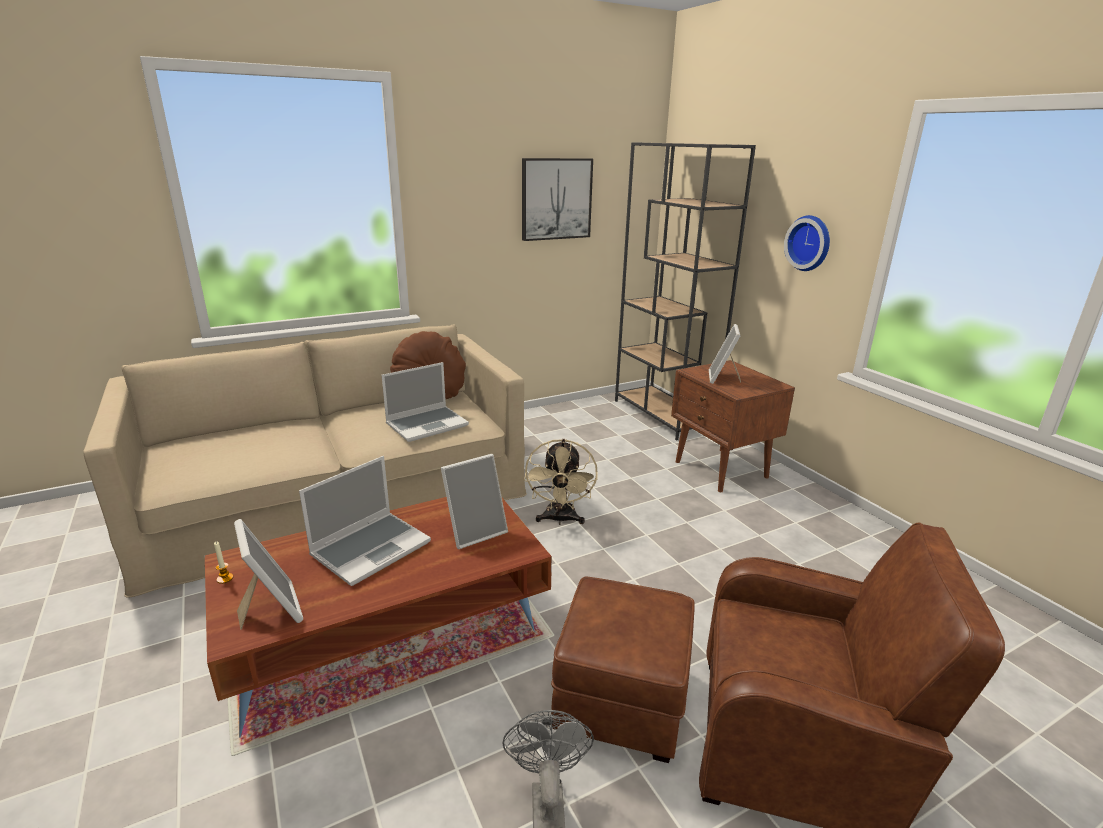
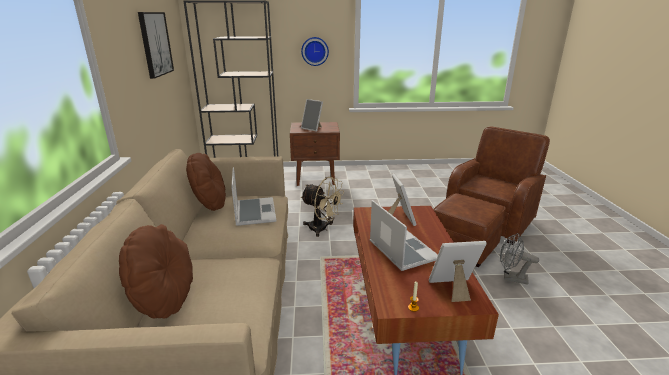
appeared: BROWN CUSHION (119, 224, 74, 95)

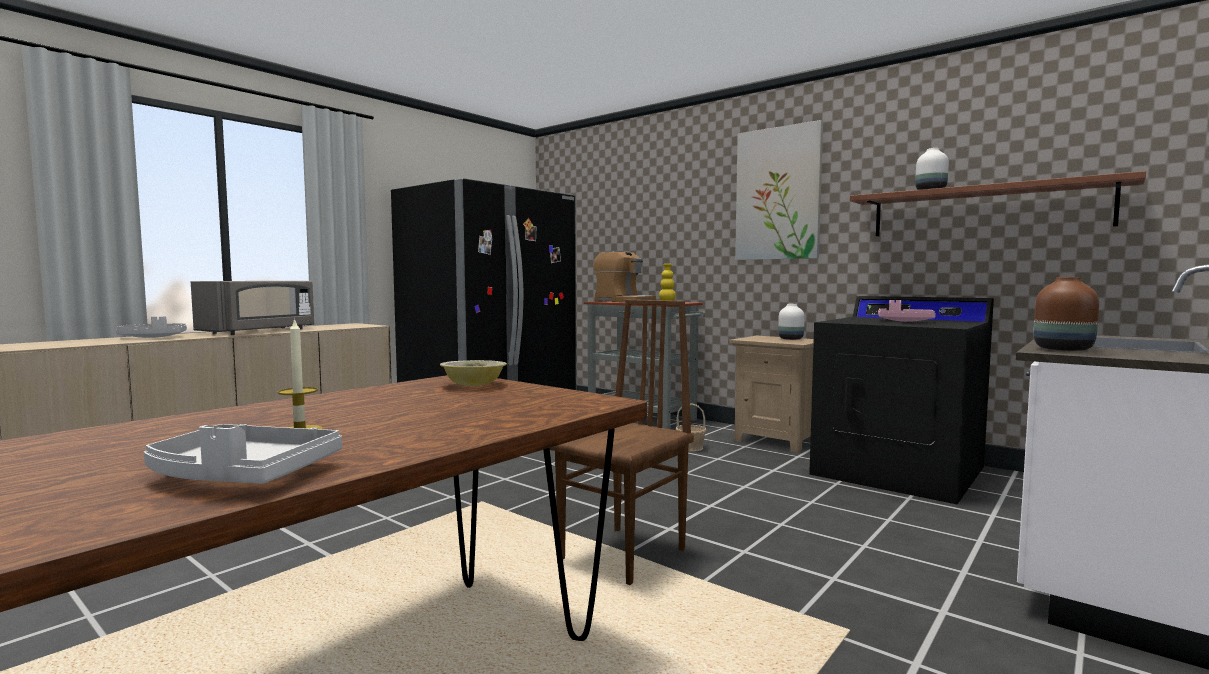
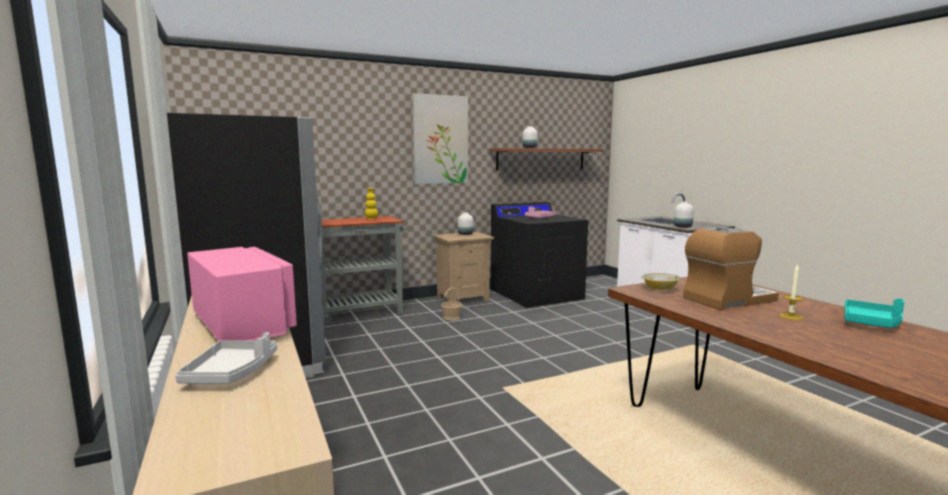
missing: BROWN CHAIR (550, 300, 144, 285)
relocated: COFFEE MAKER (593, 251, 63, 52) to (683, 227, 96, 83)
colour: GRAY CARRYING TRAY (144, 424, 198, 60) to TURQUOISE CARRYING TRAY (845, 299, 59, 29); GRAY MICROWAVE (191, 281, 123, 54) to PINK MICROWAVE (187, 247, 110, 94); BROWN FLOWER VASE (1034, 277, 65, 74) to WHITISH FLOWER VASE (674, 201, 20, 27)

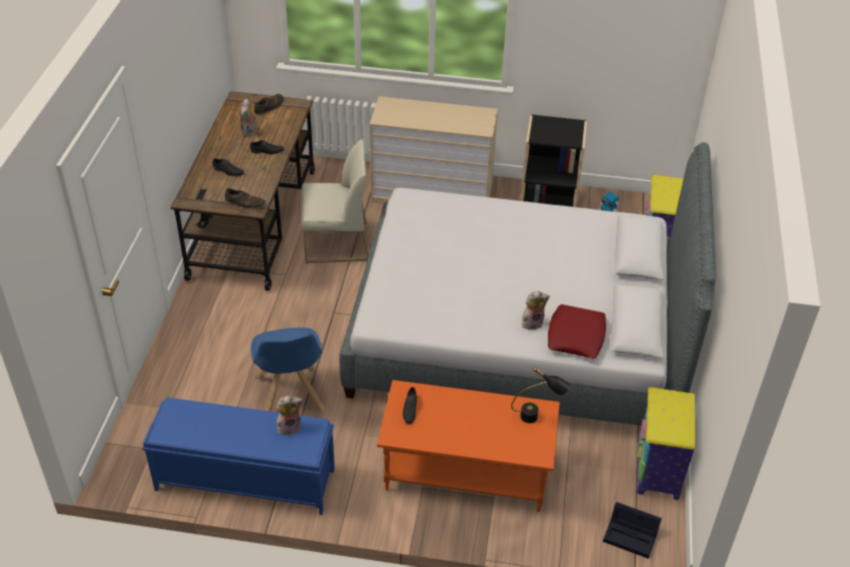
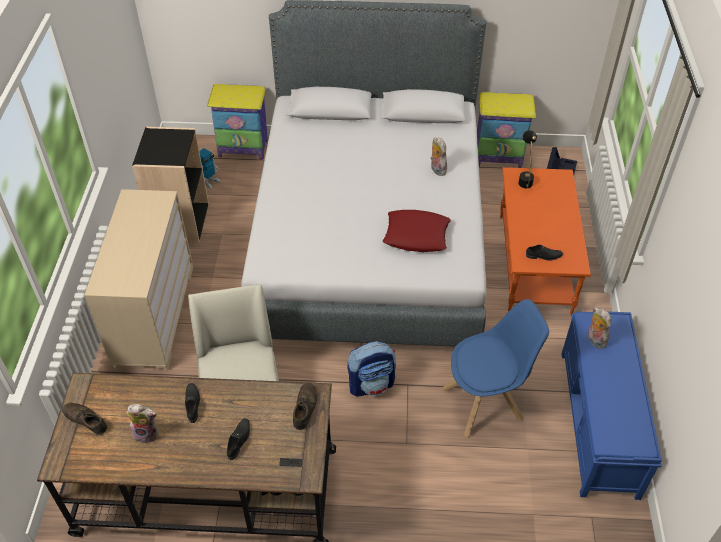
appeared: BACKPACK (347, 341, 49, 55)
relocated: RED CUSHION (548, 304, 58, 55) to (383, 210, 68, 42)

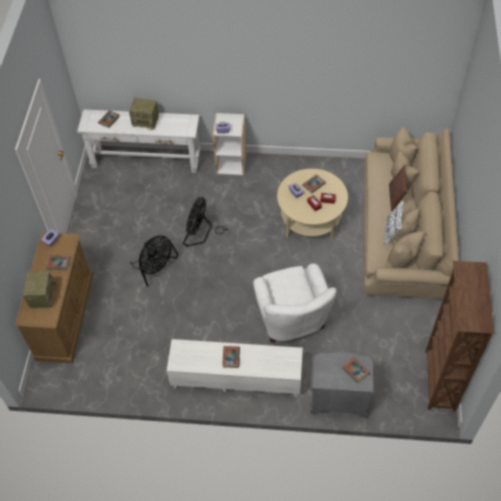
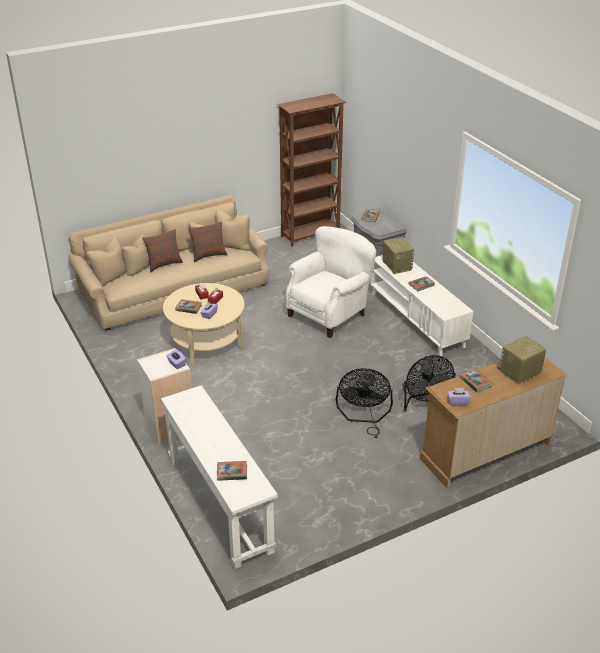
relocated: RADIO (129, 98, 30, 32) to (382, 237, 32, 37); BLACKISH ELECTRIC FAN (183, 197, 45, 50) to (402, 355, 54, 57)
colour: WHITISH CUSHION (384, 201, 20, 45) to BROWN CUSHION (188, 221, 39, 41)

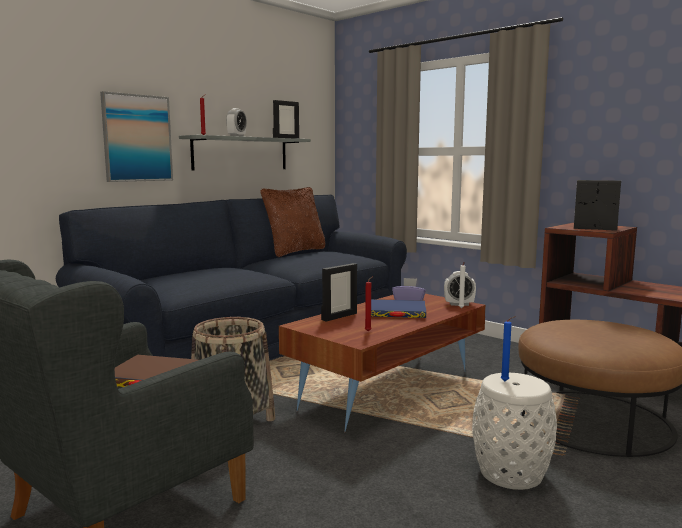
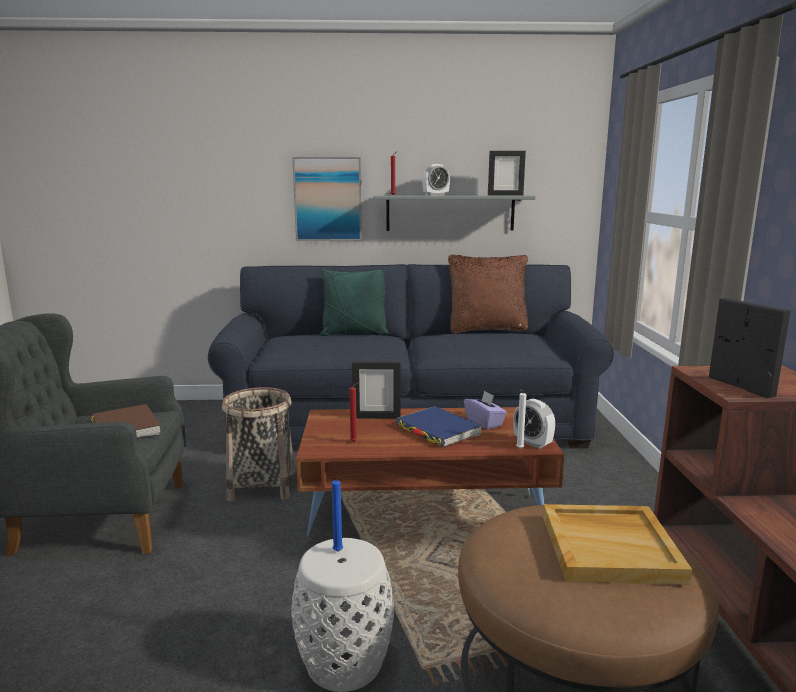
appeared: GREENISH CUSHION (320, 269, 68, 67); SAND-COLOURED CARRYING TRAY (543, 504, 149, 81)

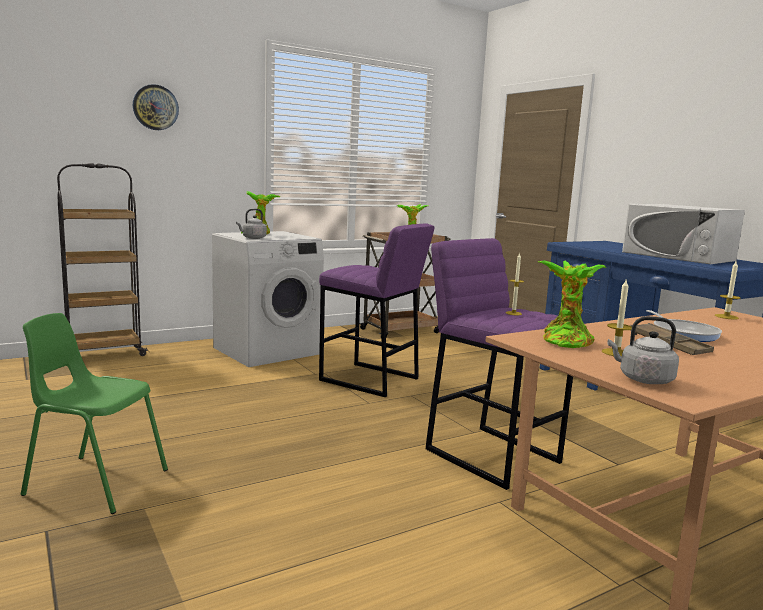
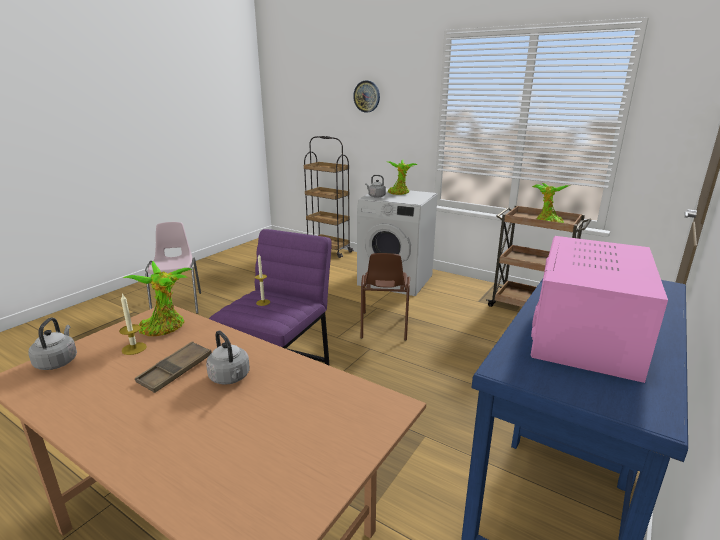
missing: CANDLE (715, 261, 25, 59)
exchanged: PURPLISH STOOL (319, 223, 116, 174) to BROWN CHAIR (361, 253, 49, 88); PAN (646, 310, 76, 32) to GRAY WATER KETTLE (206, 330, 44, 55)
colour: GREENISH CHAIR (21, 313, 147, 201) to PINK CHAIR (145, 222, 56, 92); WHITISH MICROWAVE (622, 204, 123, 60) to PINK MICROWAVE (531, 236, 137, 147)

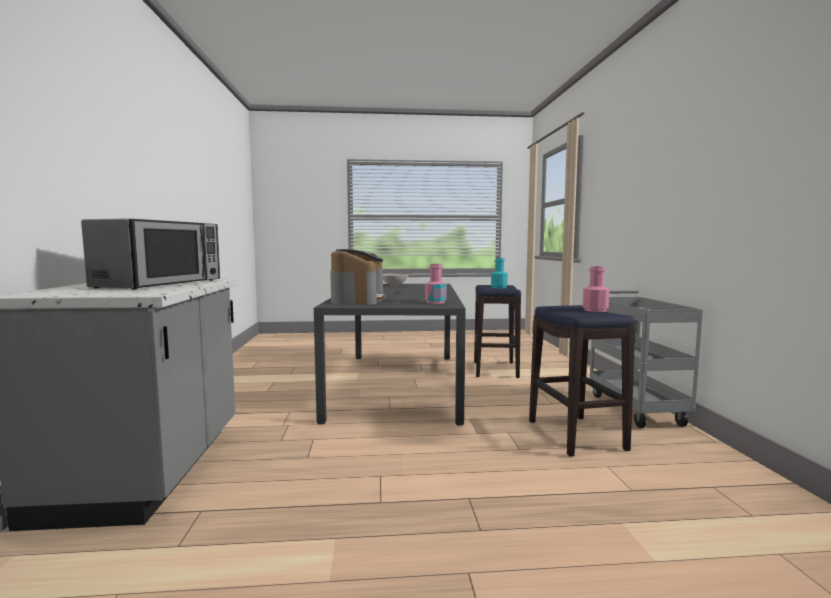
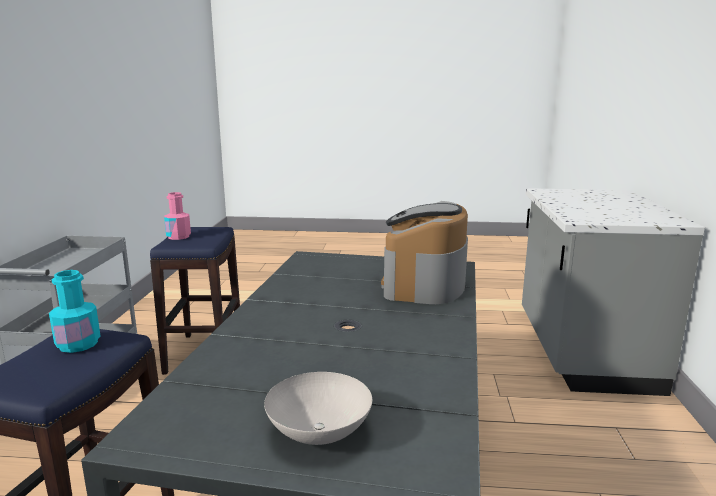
missing: MICROWAVE (81, 218, 139, 72); PINK BOTTLE (425, 264, 21, 40)

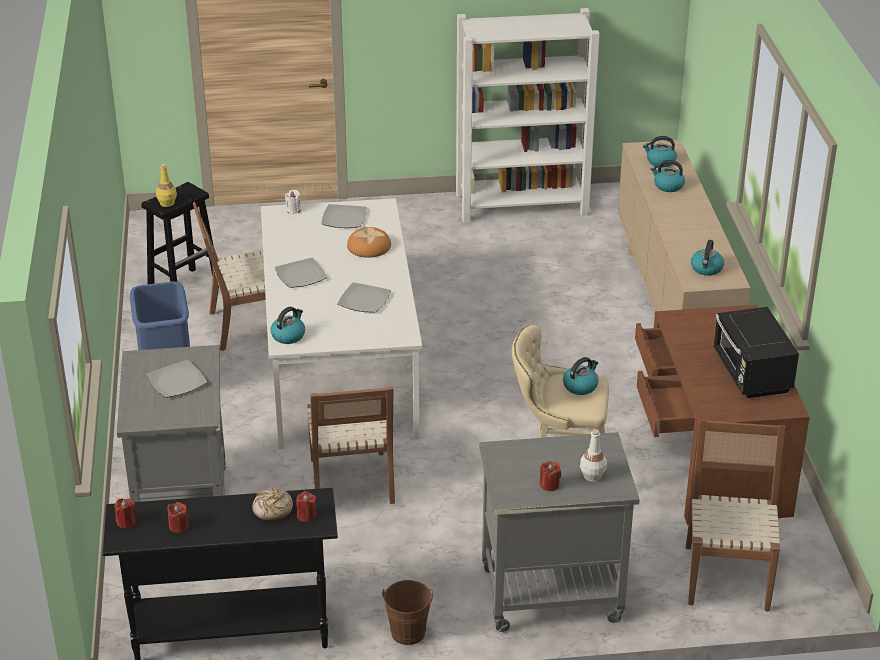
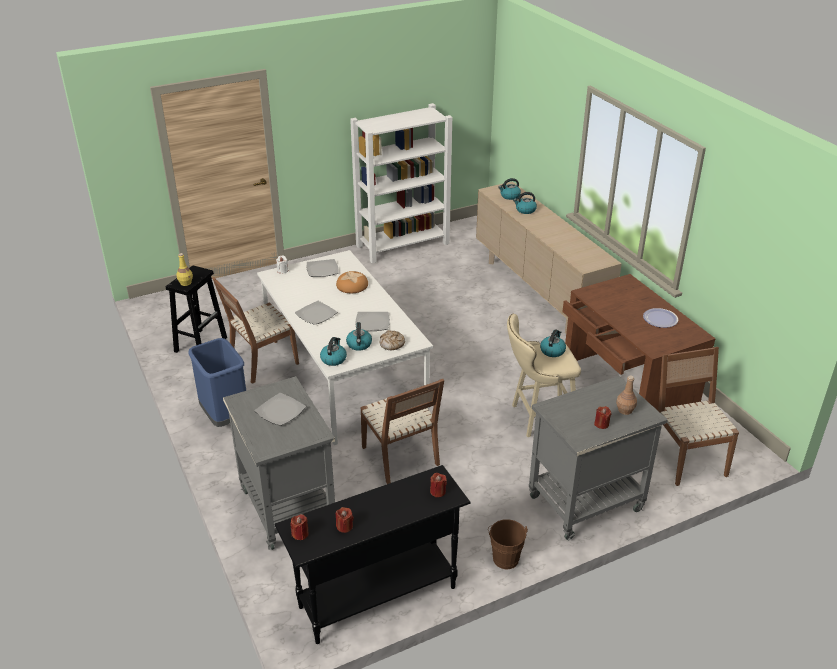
relocated: BREAD (252, 487, 41, 33) to (380, 330, 25, 20); WATER KETTLE (691, 240, 33, 36) to (346, 322, 26, 29)
exchanged: BLACKISH MICROWAVE (713, 307, 86, 91) to FLAT DISH (643, 308, 35, 20)
colour: WHITISH BOTTLE (580, 429, 27, 53) to BROWN BOTTLE (616, 375, 21, 40)

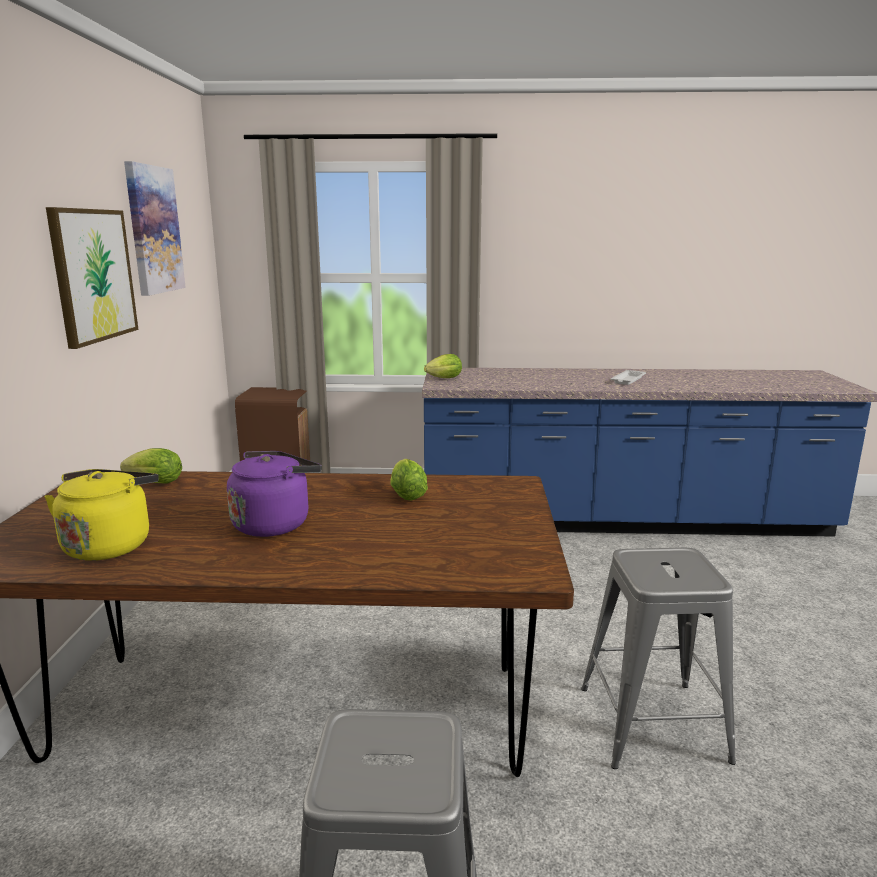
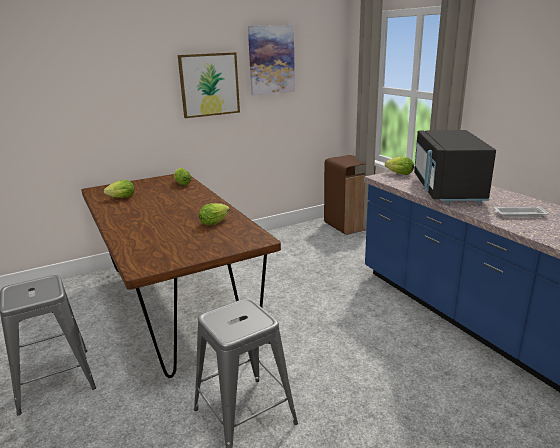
missing: PURPLISH WATER KETTLE (227, 451, 95, 86)
appeared: BLACKISH MICROWAVE (414, 130, 82, 74)
exchanged: YELLOW WATER KETTLE (44, 469, 115, 92) to LETTUCE (103, 180, 31, 18)

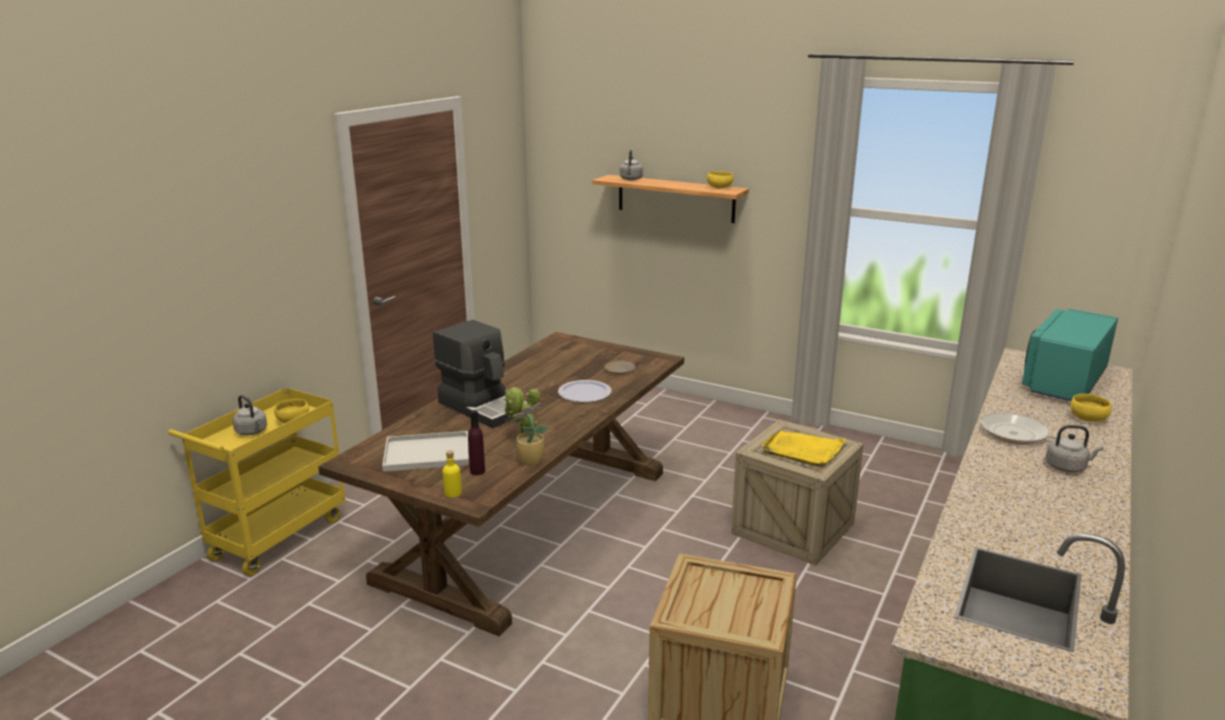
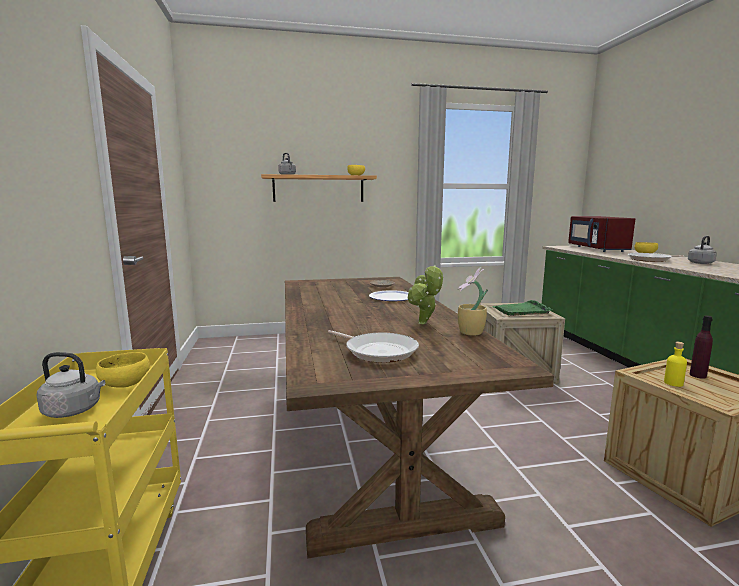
missing: COFFEE MAKER (433, 320, 94, 108)
relocated: YELLOW BOTTLE (442, 450, 20, 48) to (664, 342, 23, 45); PURPLISH BOTTLE (468, 410, 17, 65) to (690, 316, 23, 63)
exchanged: WHITISH CARRYING TRAY (382, 431, 87, 41) to PAN (328, 330, 91, 33)
colour: YELLOW CARRYING TRAY (761, 431, 85, 36) to GREENISH CARRYING TRAY (493, 300, 59, 16); TURQUOISE MICROWAVE (1022, 309, 96, 92) to RED MICROWAVE (568, 216, 67, 36)

